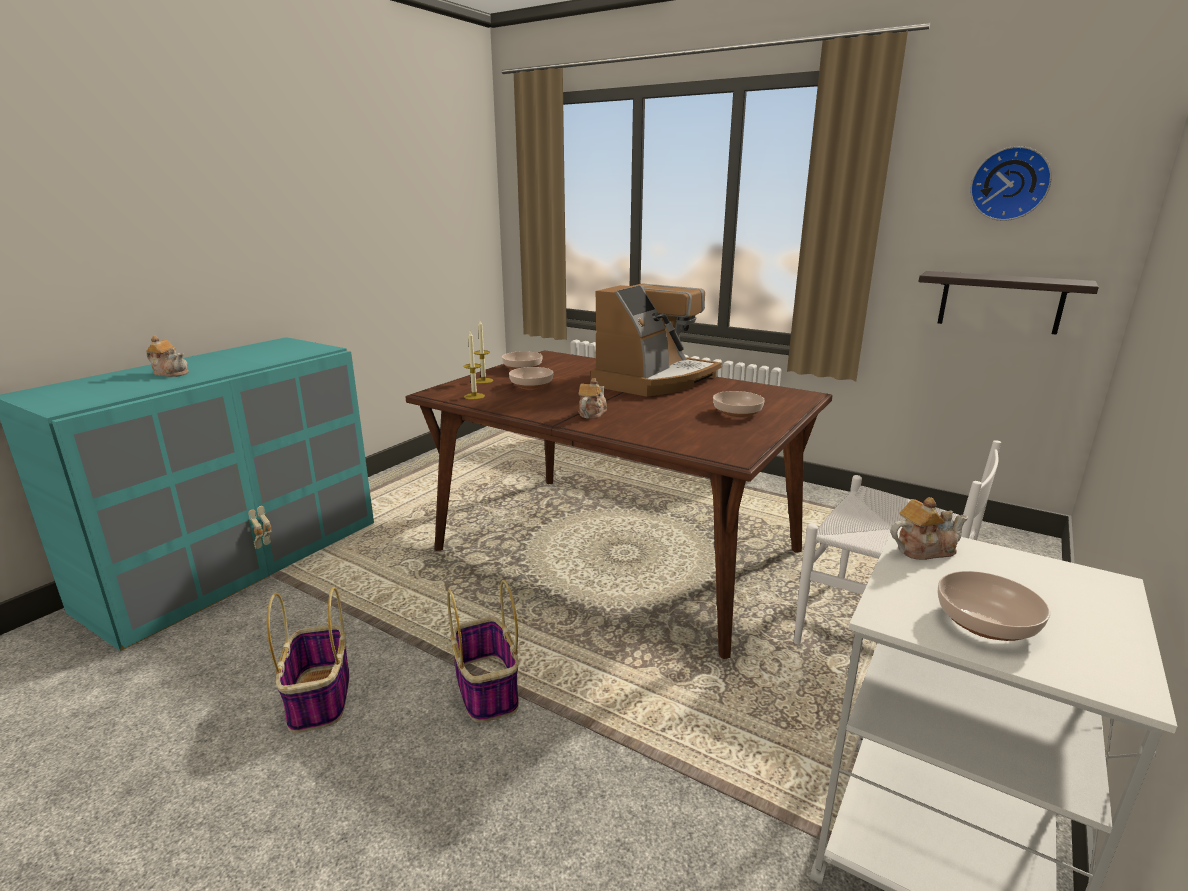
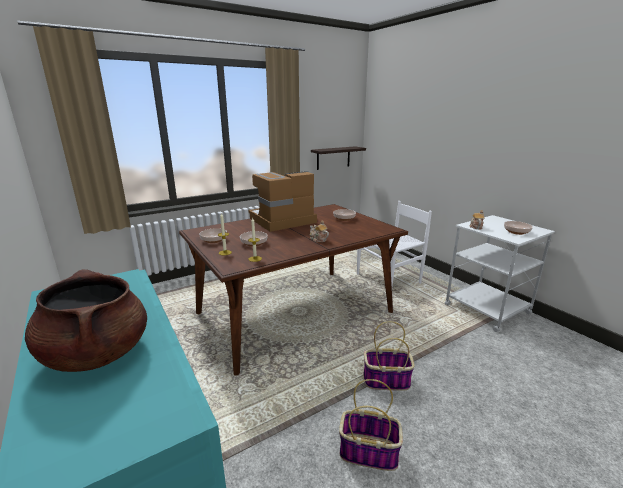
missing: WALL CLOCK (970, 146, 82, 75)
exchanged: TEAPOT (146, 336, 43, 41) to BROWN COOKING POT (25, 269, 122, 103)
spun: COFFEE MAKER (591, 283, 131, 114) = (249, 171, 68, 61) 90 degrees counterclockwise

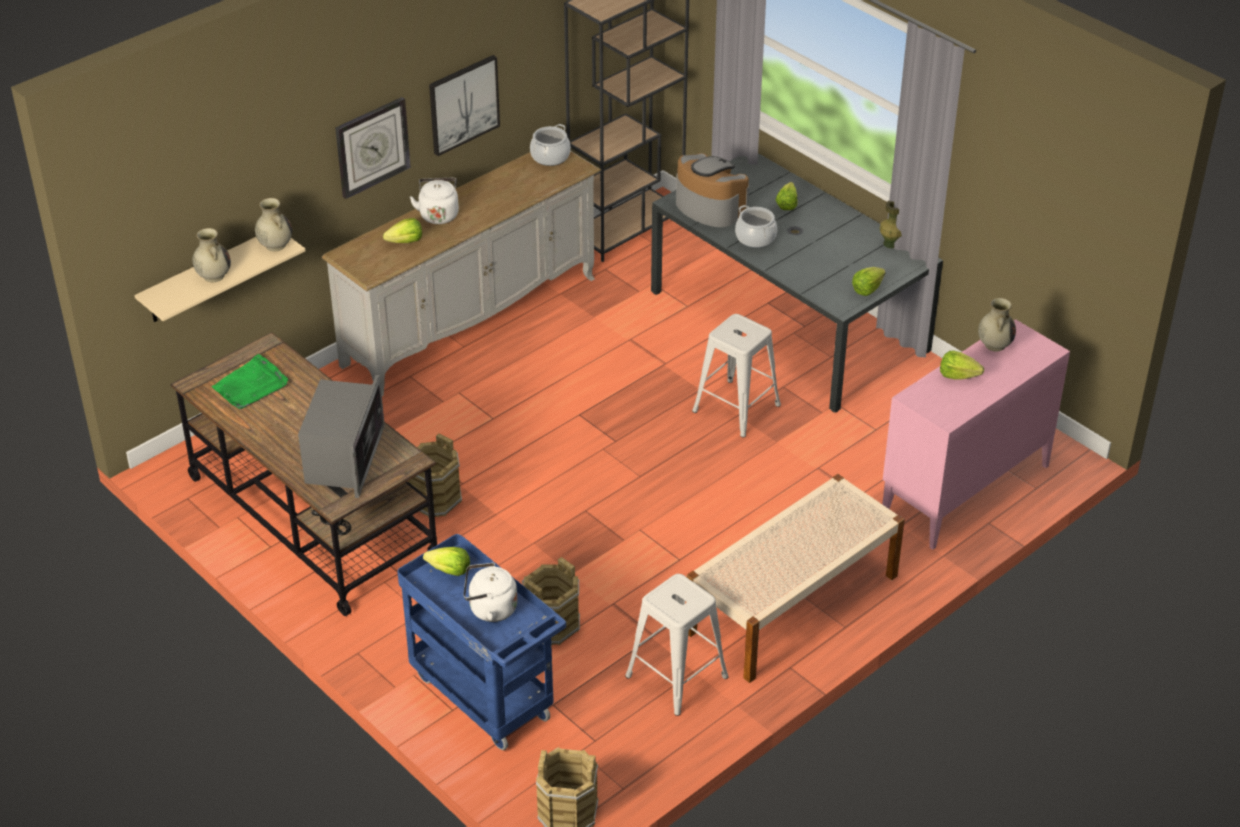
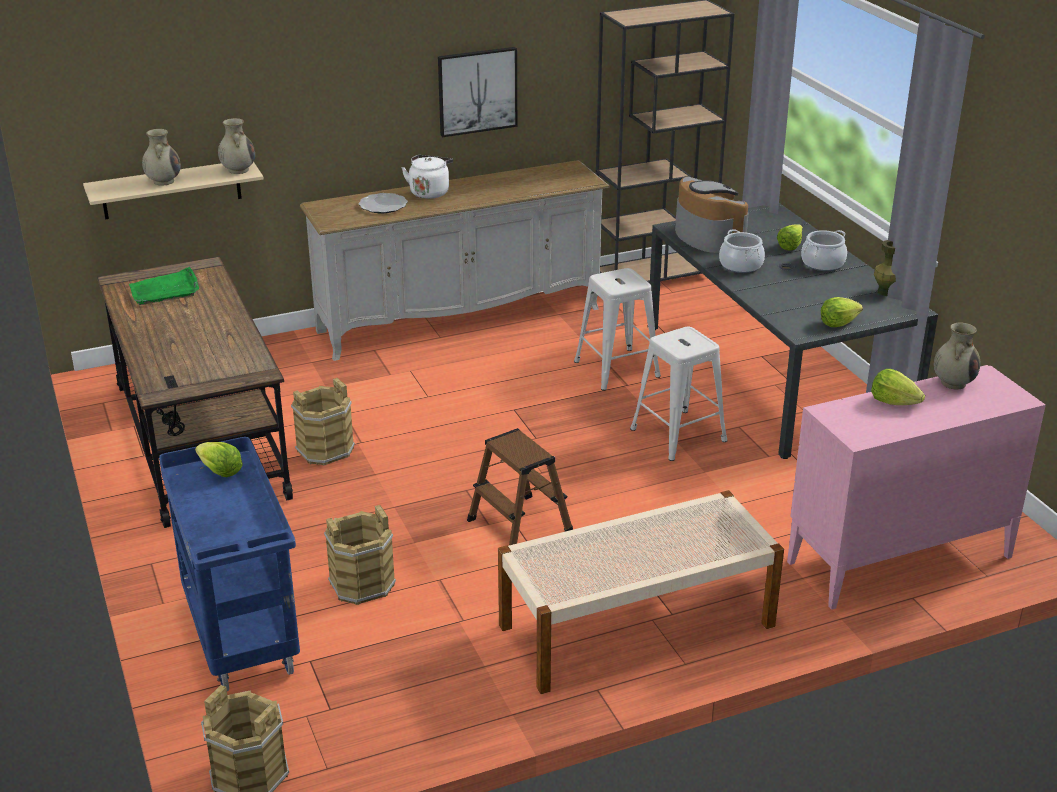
missing: MICROWAVE (298, 375, 87, 123); WALL CLOCK (335, 97, 76, 102); WHITISH WATER KETTLE (464, 563, 54, 59)
appeared: BROWN STEP LADDER (467, 428, 106, 117)
relocated: COOKING POT (530, 124, 41, 42) to (801, 230, 46, 41); WHITISH STOOL (625, 574, 104, 142) to (574, 268, 87, 123)
exchanged: LETTUCE (383, 218, 39, 25) to FLAT DISH (358, 193, 50, 20)

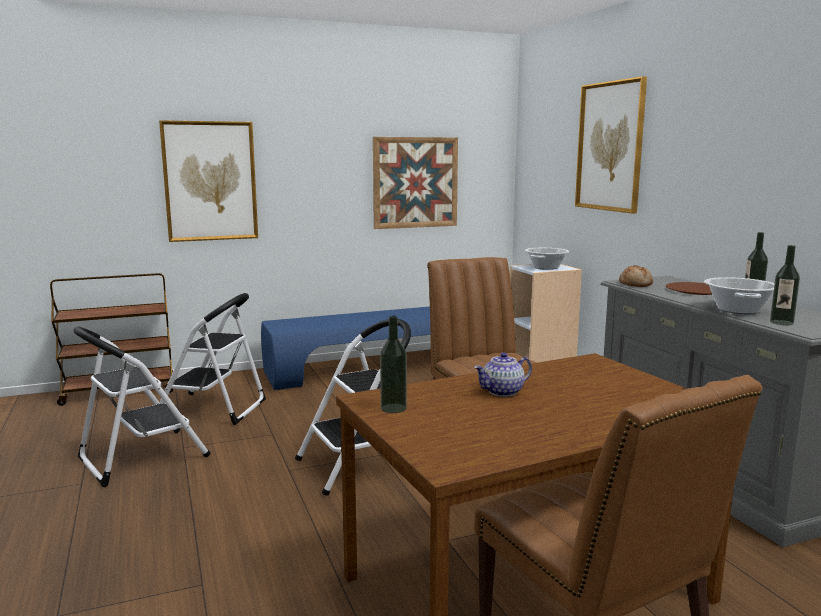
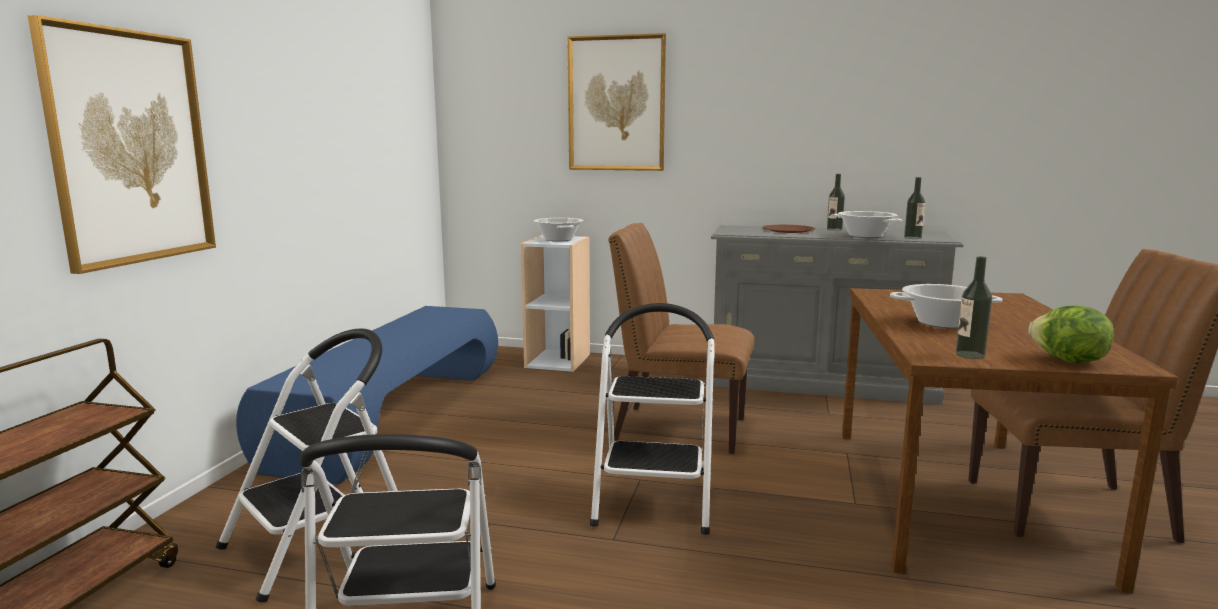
missing: WALL ART (373, 137, 85, 92); BREAD (619, 265, 34, 22)
appeared: LETTUCE (1029, 305, 85, 58)
exchanged: TEAPOT (474, 352, 58, 45) to COOKING POT (890, 284, 113, 44)

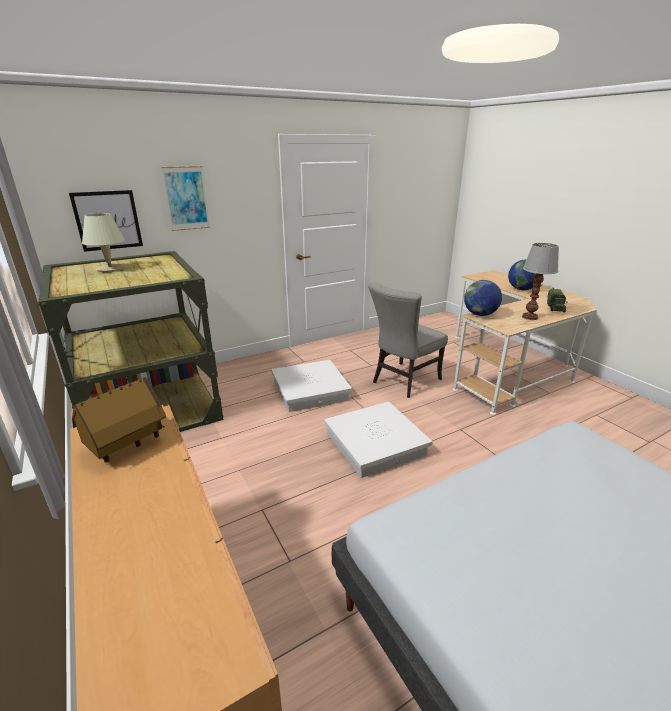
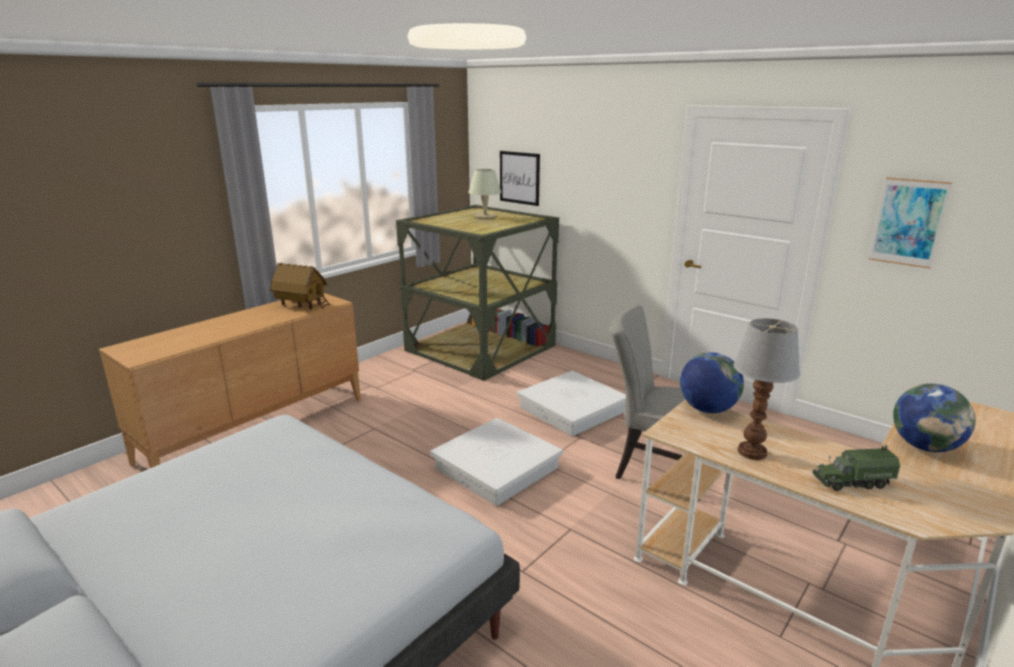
relocated: WALL ART (161, 166, 49, 65) to (869, 177, 83, 92)

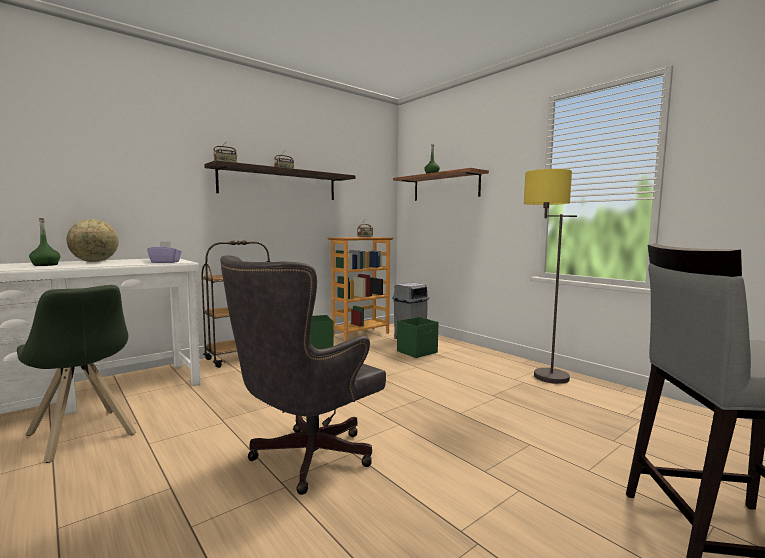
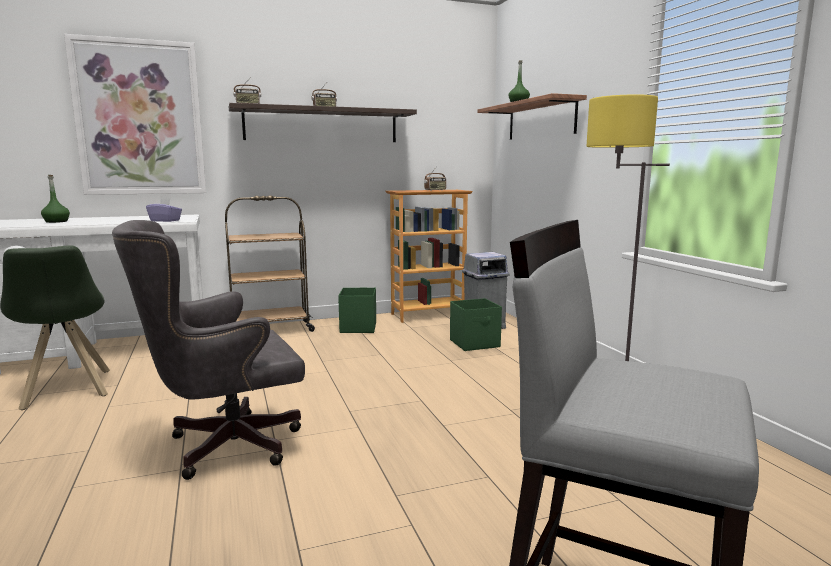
missing: WORLD GLOBE (66, 219, 53, 43)
appeared: WALL ART (64, 34, 142, 161)

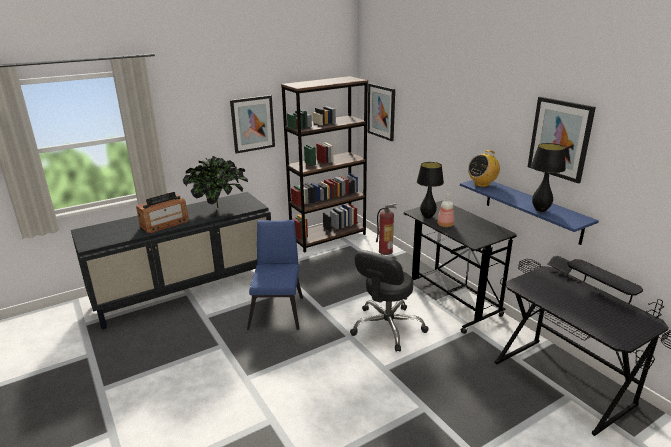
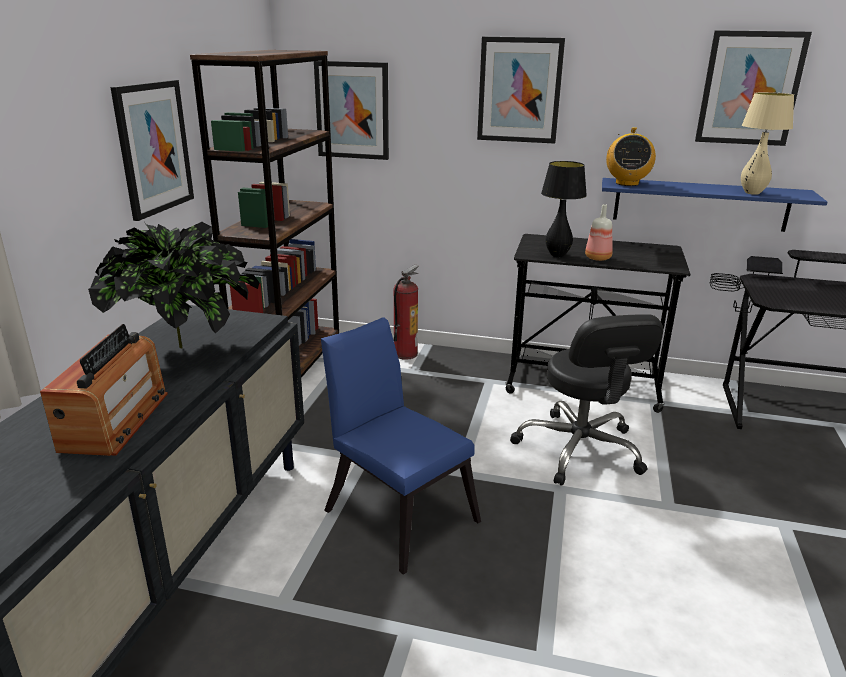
appeared: WALL ART (477, 37, 88, 107)
colour: BLACKISH LAMP FOR A TABLE (531, 143, 35, 69) to SAND-COLOURED LAMP FOR A TABLE (741, 92, 53, 103)

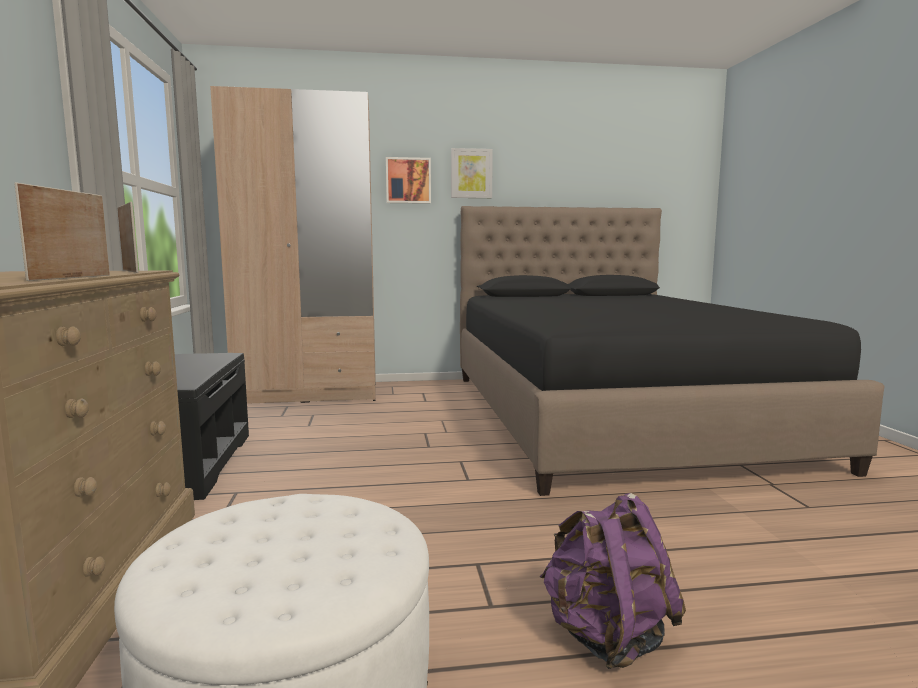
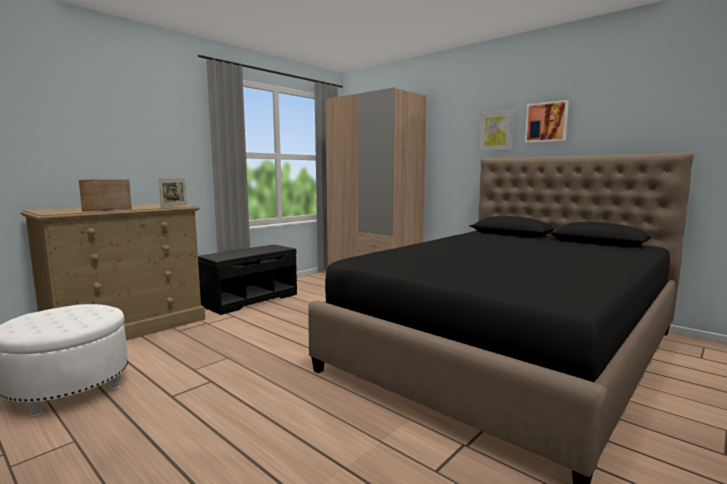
missing: PURPLISH BACKPACK (540, 493, 146, 176)
relocated: WALL ART (386, 157, 45, 47) to (525, 100, 44, 43)

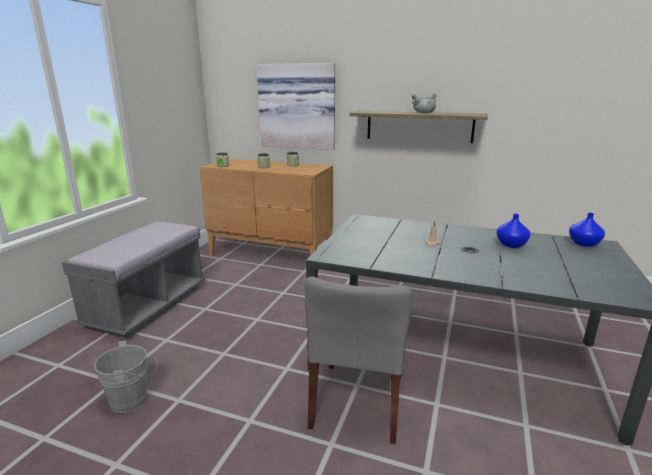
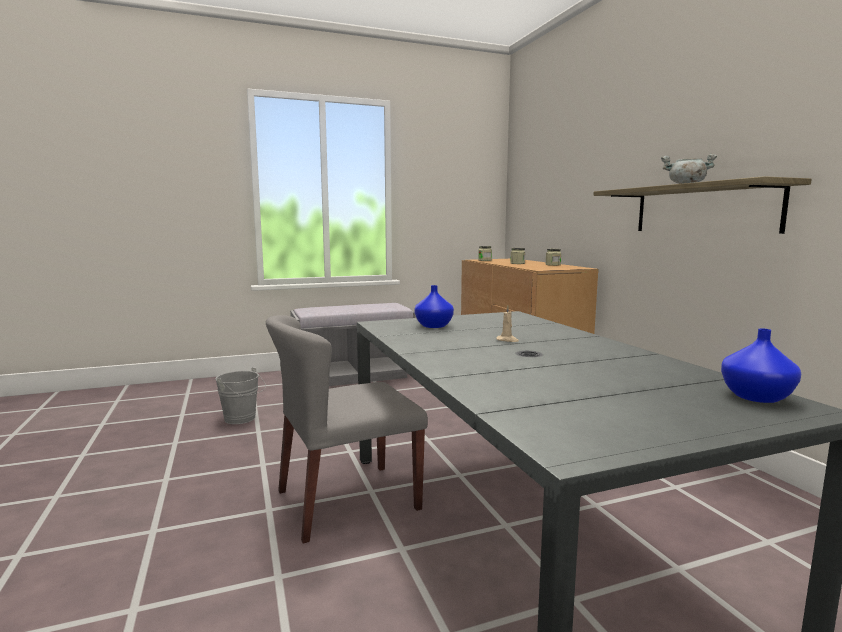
missing: WALL ART (257, 63, 78, 87)
relocated: BLUE FLOWER VASE (497, 214, 34, 34) to (415, 285, 39, 43)

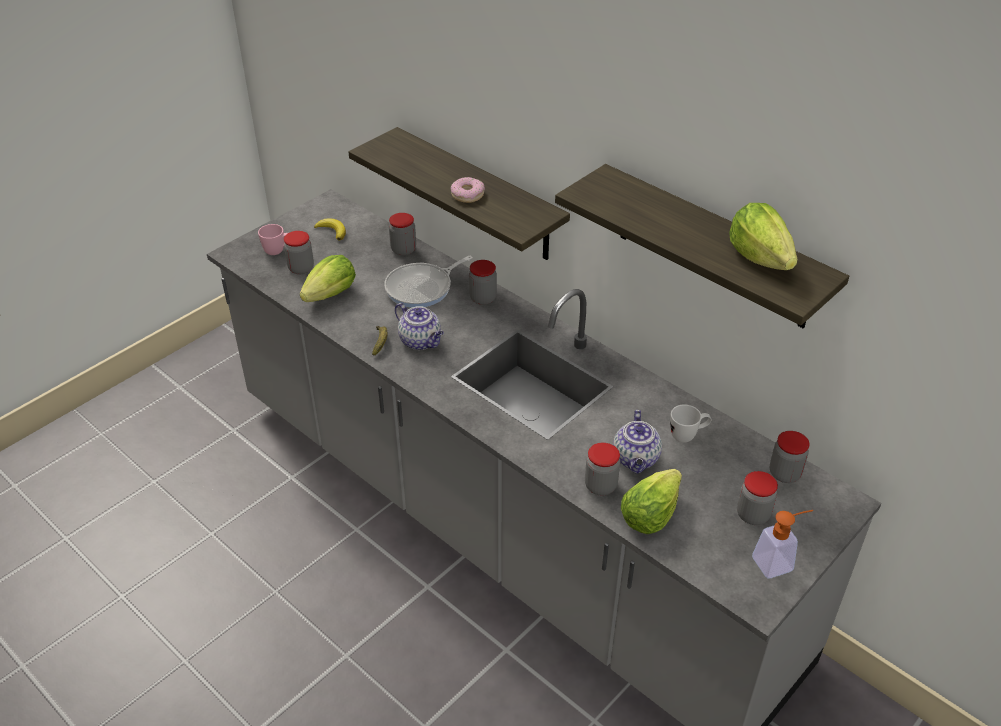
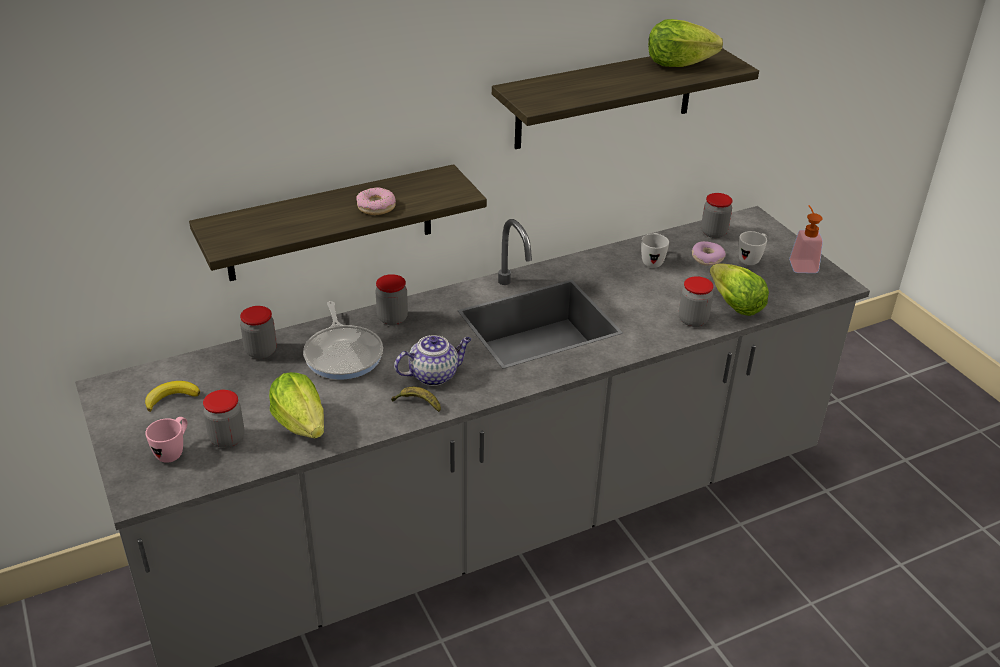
missing: TEAPOT (613, 410, 49, 64)
appeared: DOUGHNUT (692, 241, 34, 25)
exchanged: PRESERVE JAR (737, 471, 41, 54) to WHITISH TEA MUG (738, 231, 29, 34)

